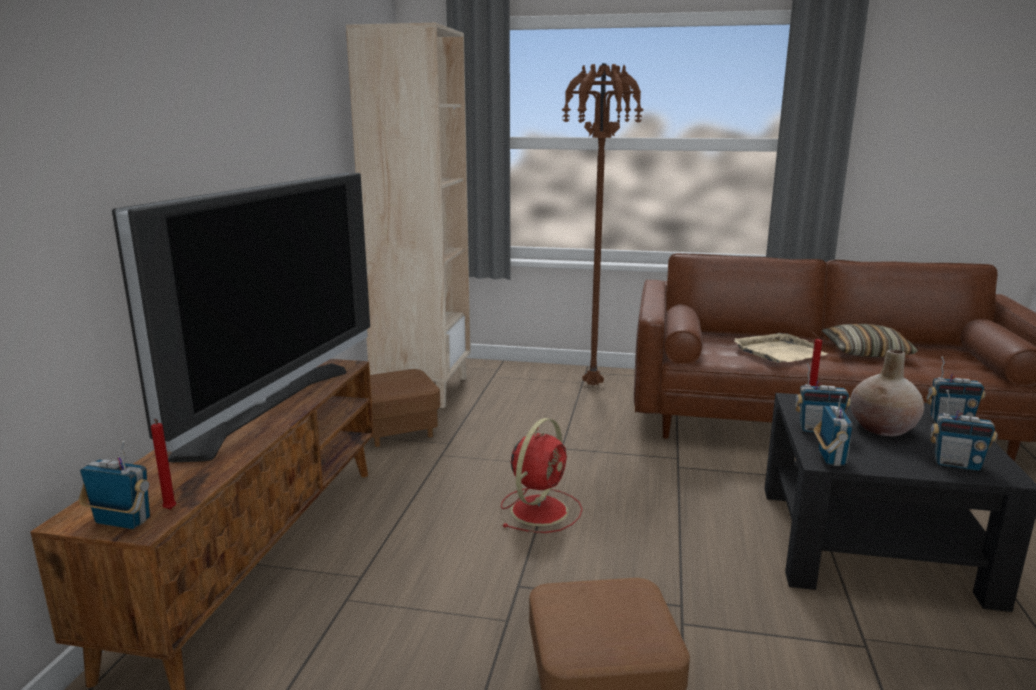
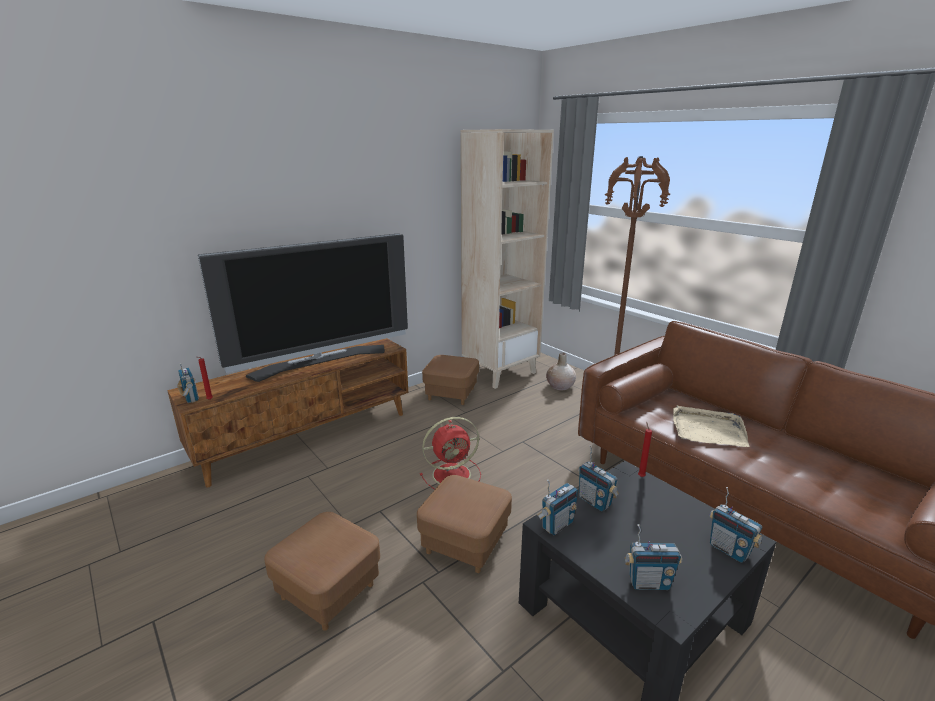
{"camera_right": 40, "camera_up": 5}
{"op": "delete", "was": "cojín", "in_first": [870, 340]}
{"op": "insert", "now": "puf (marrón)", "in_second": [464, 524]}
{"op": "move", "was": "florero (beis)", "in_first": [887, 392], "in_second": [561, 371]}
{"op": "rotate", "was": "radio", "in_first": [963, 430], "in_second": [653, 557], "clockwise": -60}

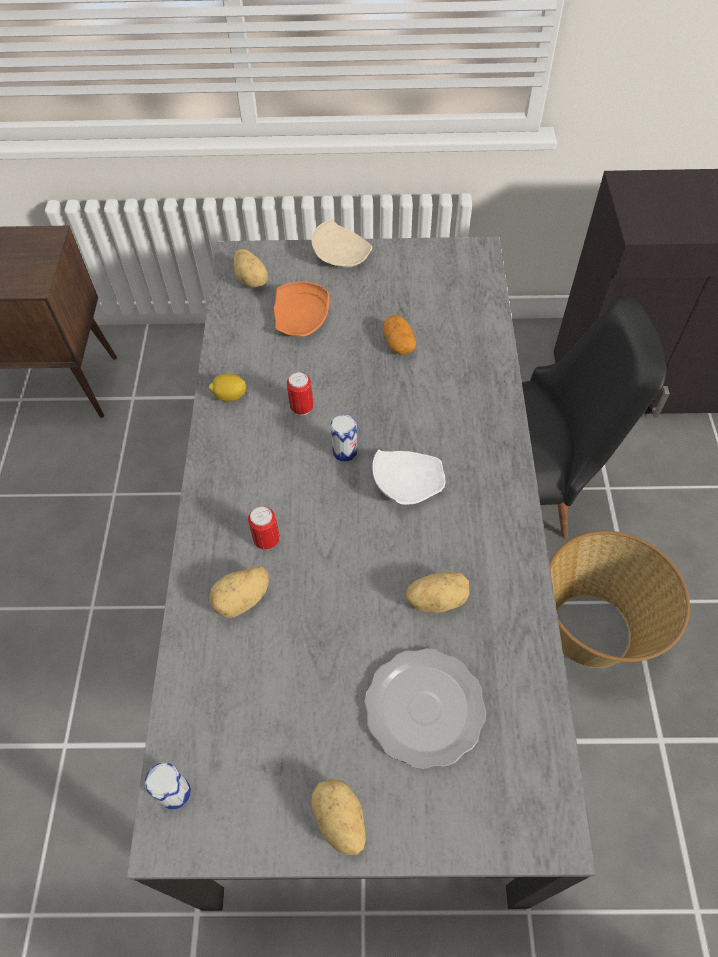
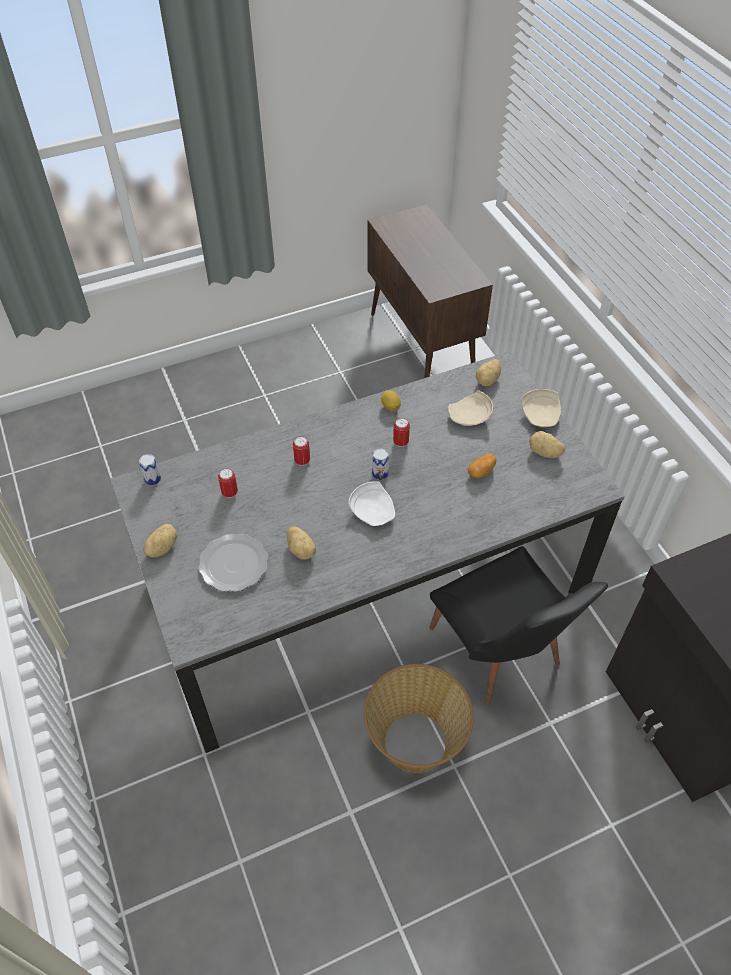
{"camera_right": 65, "camera_up": -5}
{"op": "insert", "now": "lata", "in_second": [228, 483]}
{"op": "move", "was": "patata", "in_first": [239, 592], "in_second": [547, 444]}
{"op": "recolor", "was": "plato (naranja)", "now": "plato (beis)", "in_first": [301, 309], "in_second": [470, 408]}

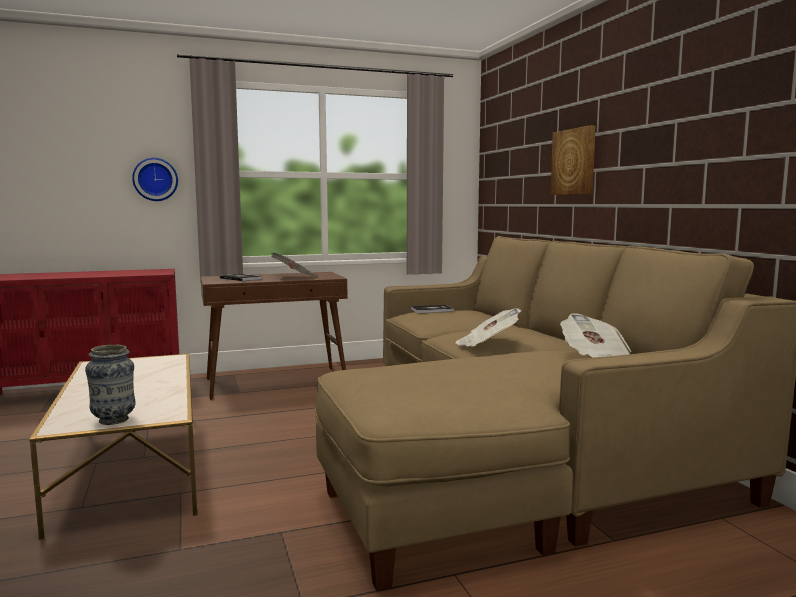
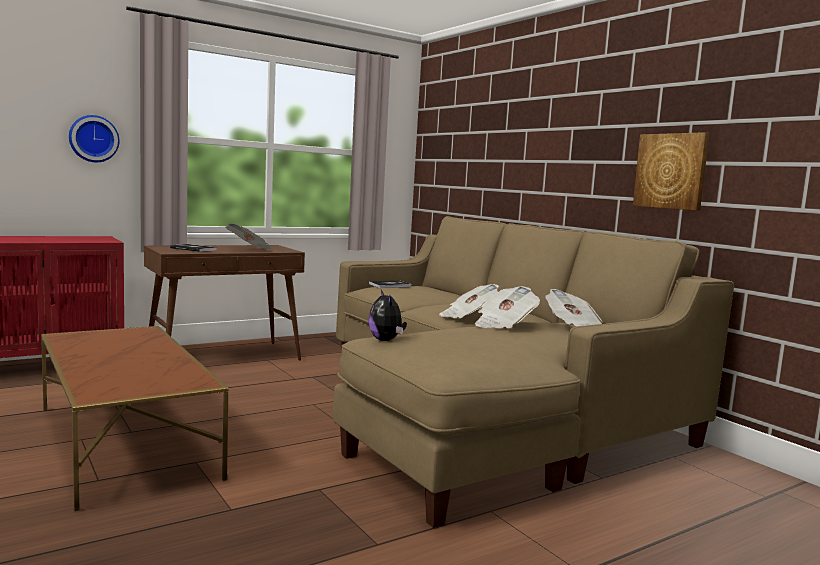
{"camera_right": -15, "camera_up": 0}
{"op": "delete", "was": "florero", "in_first": [110, 385]}
{"op": "insert", "now": "peluche", "in_second": [387, 315]}
{"op": "insert", "now": "periódico", "in_second": [507, 307]}
{"op": "move", "was": "cuadro", "in_first": [573, 160], "in_second": [671, 171]}
{"op": "recolor", "was": "mesa de centro (blanco)", "now": "mesa de centro (marrón)", "in_first": [113, 446], "in_second": [135, 418]}

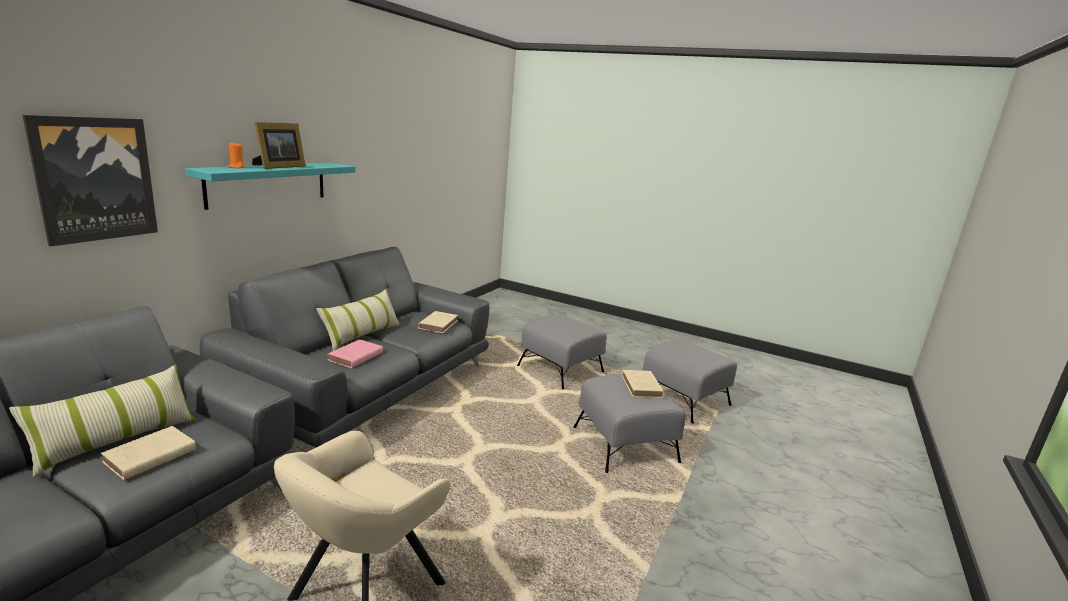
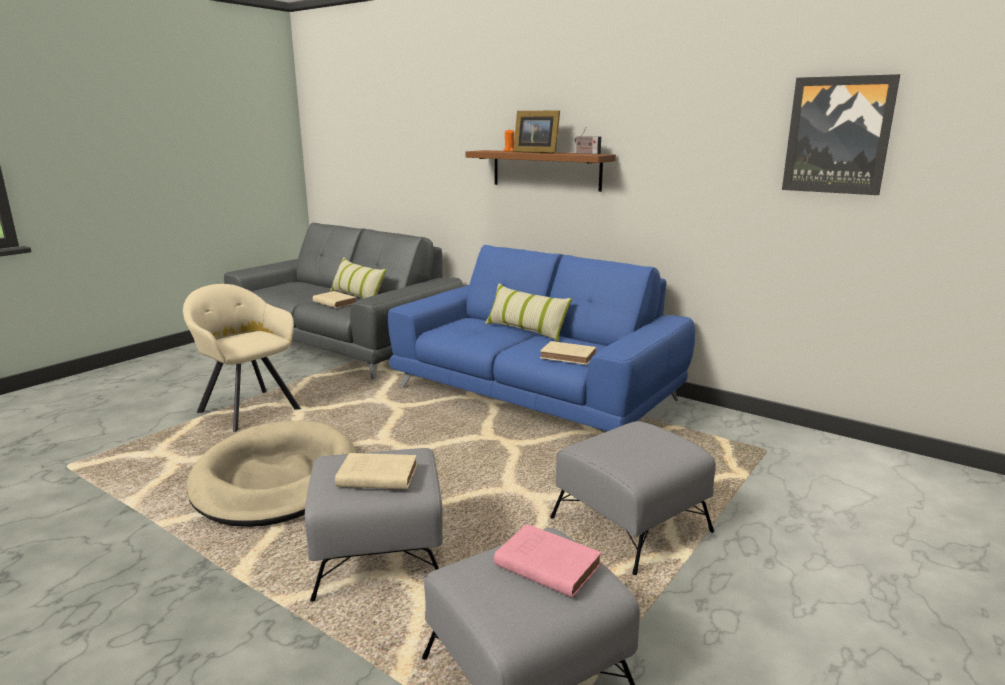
{"camera_right": 100, "camera_up": 0}
{"op": "insert", "now": "cama para perro (beis)", "in_second": [272, 473]}
{"op": "insert", "now": "radio", "in_second": [588, 140]}
{"op": "move", "was": "cuadro", "in_first": [90, 180], "in_second": [841, 134]}
{"op": "move", "was": "libro (rosa)", "in_first": [355, 353], "in_second": [548, 561]}
{"op": "recolor", "was": "estante (turquesa)", "now": "estante (marrón)", "in_first": [270, 186], "in_second": [541, 171]}
{"op": "recolor", "was": "sofá (gris)", "now": "sofá (azul)", "in_first": [344, 347], "in_second": [541, 339]}

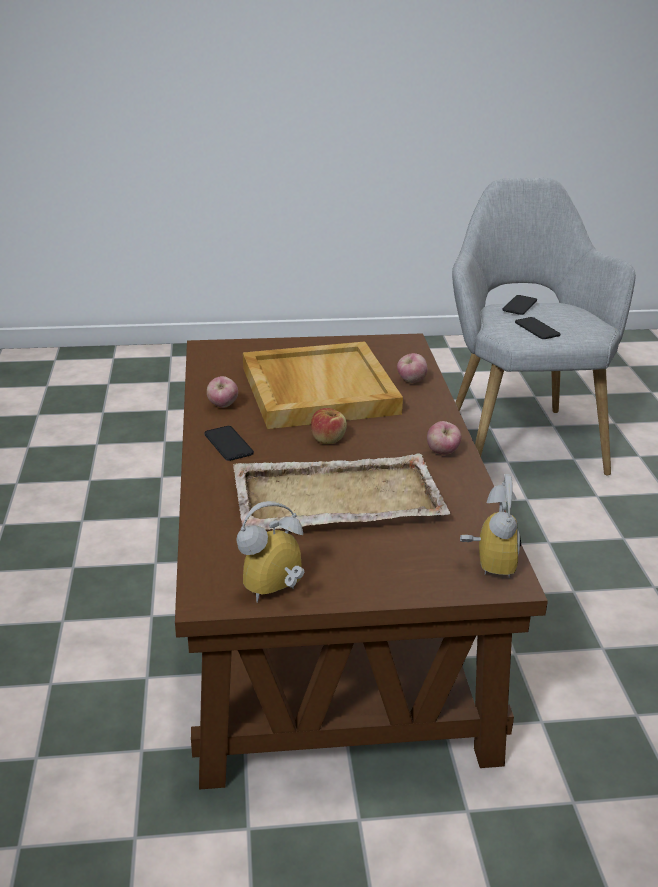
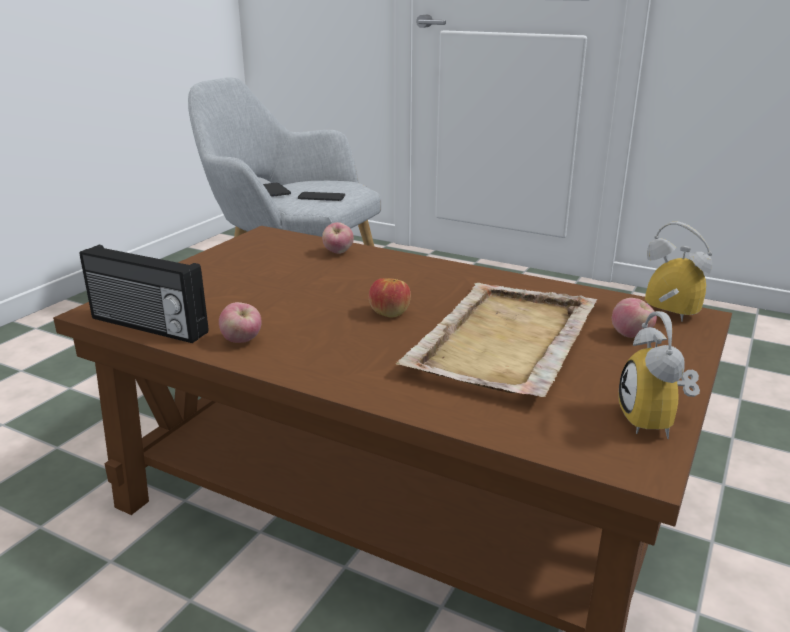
{"camera_right": -55, "camera_up": -5}
{"op": "delete", "was": "móvil", "in_first": [229, 443]}
{"op": "delete", "was": "bandeja (beis)", "in_first": [323, 385]}
{"op": "insert", "now": "radio", "in_second": [144, 294]}
{"op": "move", "was": "manzana", "in_first": [444, 438], "in_second": [634, 318]}

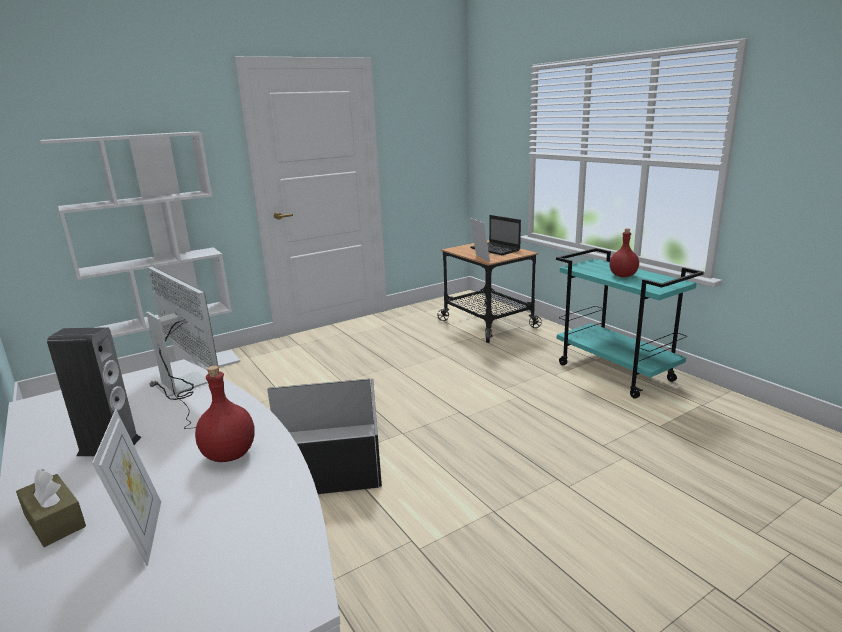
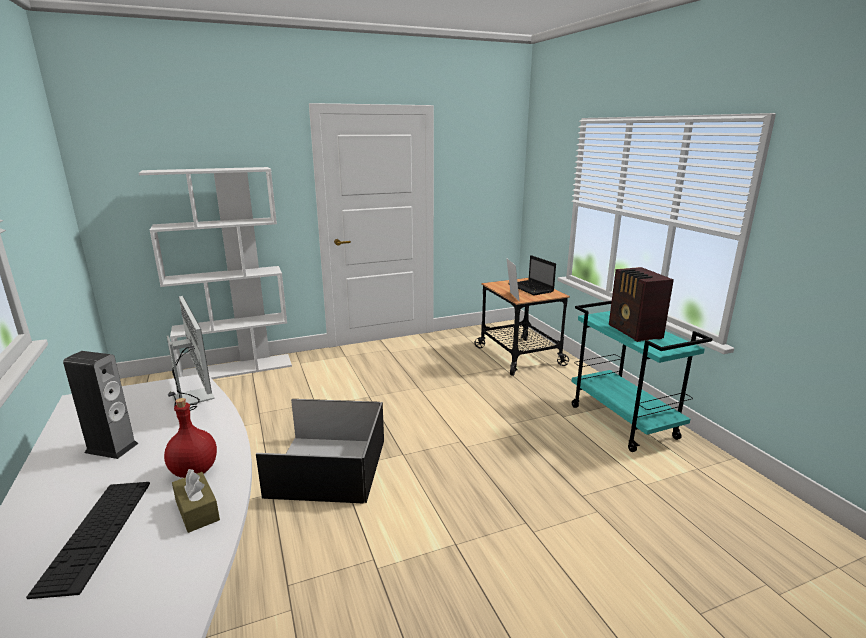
{"camera_right": 10, "camera_up": 0}
{"op": "move", "was": "caja de pañuelos (marrón)", "in_first": [51, 508], "in_second": [196, 501]}
{"op": "replace", "was": "portarretratos", "now": "teclado", "in_first": [126, 487], "in_second": [88, 540]}
{"op": "replace", "was": "botella (rojo)", "now": "radio", "in_first": [624, 253], "in_second": [641, 304]}

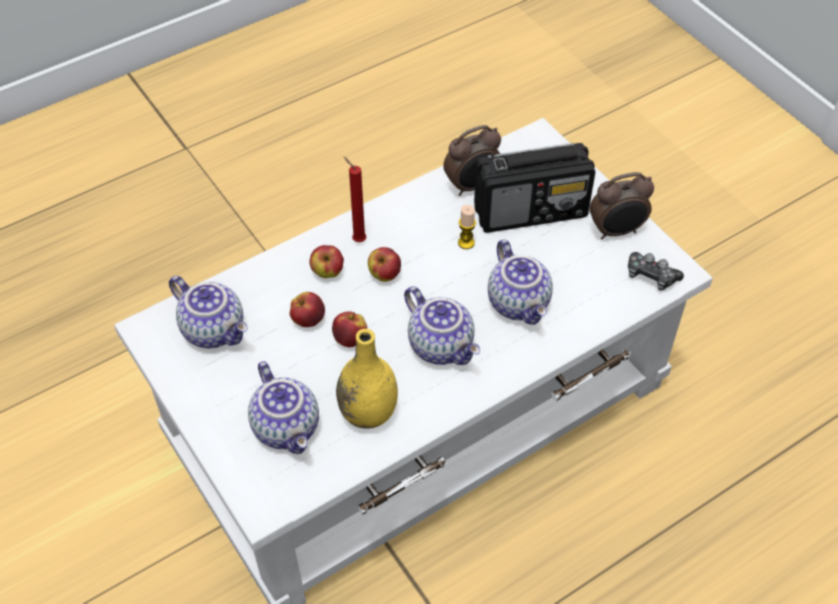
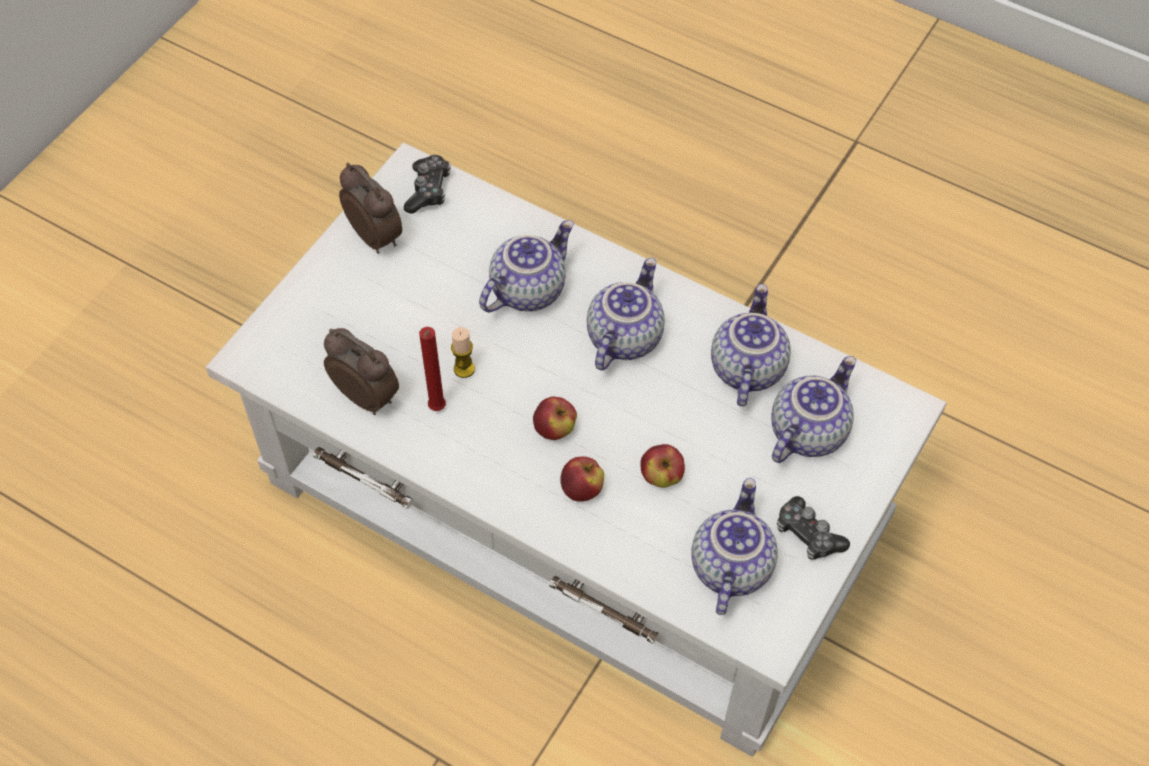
{"camera_right": -115, "camera_up": 5}
{"op": "delete", "was": "manzana", "in_first": [349, 329]}
{"op": "delete", "was": "radio", "in_first": [534, 188]}
{"op": "insert", "now": "mando de consola", "in_second": [813, 528]}
{"op": "move", "was": "vela (rojo)", "in_first": [355, 199], "in_second": [432, 369]}
{"op": "replace", "was": "florero (amarillo)", "now": "tetera", "in_first": [367, 379], "in_second": [751, 345]}

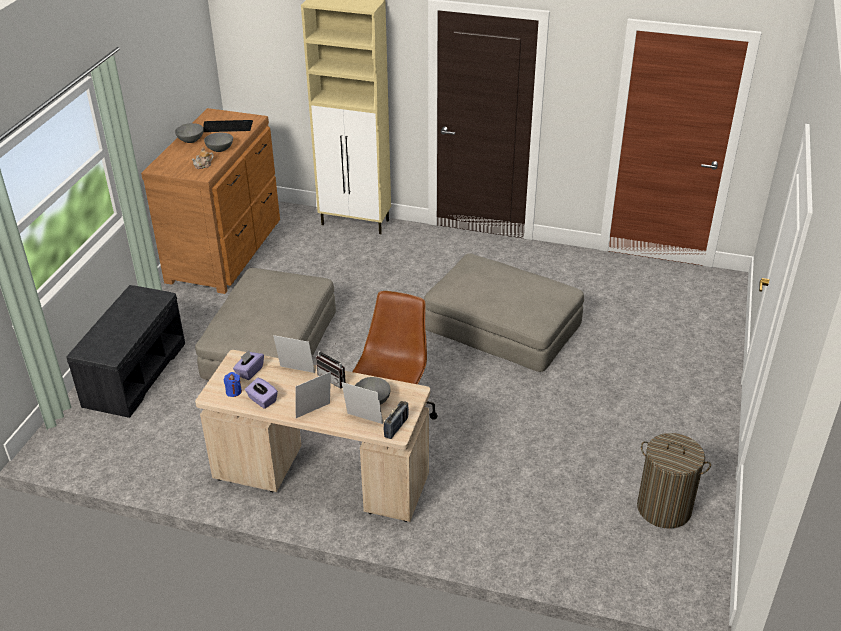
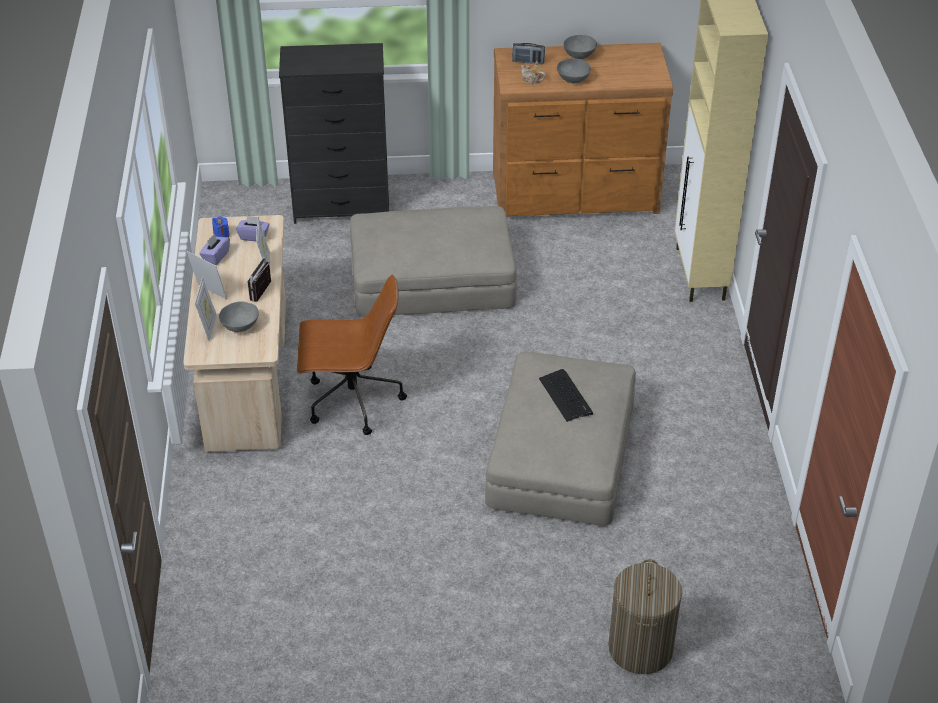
{"camera_right": 70, "camera_up": 5}
{"op": "move", "was": "teclado", "in_first": [228, 126], "in_second": [566, 395]}
{"op": "move", "was": "radio", "in_first": [396, 420], "in_second": [528, 53]}
{"op": "move", "was": "cesto de la ropa", "in_first": [674, 481], "in_second": [645, 616]}
{"op": "replace", "was": "banco (gris)", "now": "cómoda (negro)", "in_first": [126, 351], "in_second": [334, 133]}

